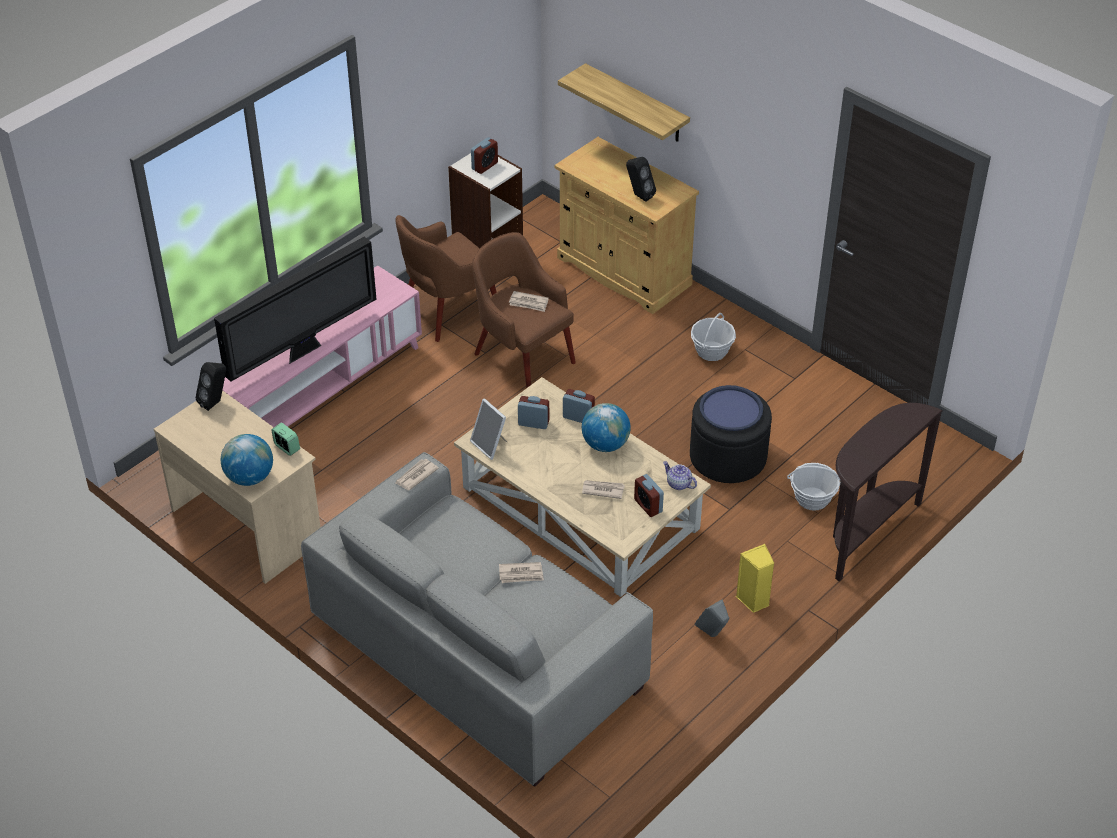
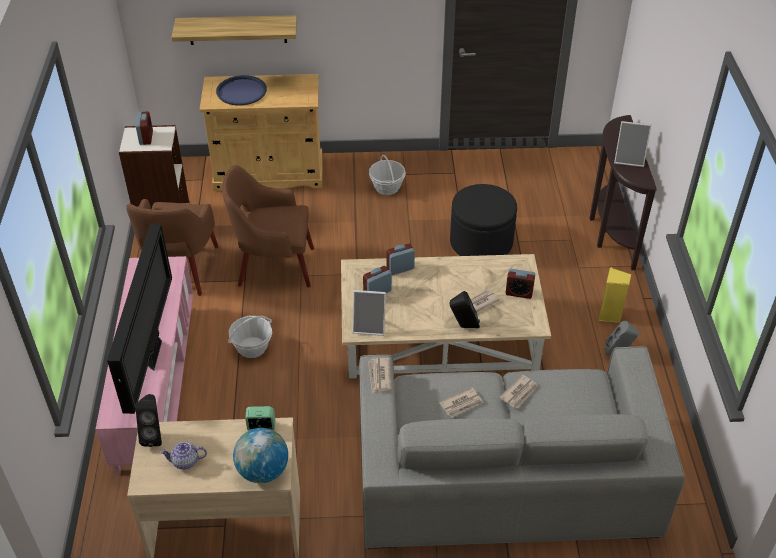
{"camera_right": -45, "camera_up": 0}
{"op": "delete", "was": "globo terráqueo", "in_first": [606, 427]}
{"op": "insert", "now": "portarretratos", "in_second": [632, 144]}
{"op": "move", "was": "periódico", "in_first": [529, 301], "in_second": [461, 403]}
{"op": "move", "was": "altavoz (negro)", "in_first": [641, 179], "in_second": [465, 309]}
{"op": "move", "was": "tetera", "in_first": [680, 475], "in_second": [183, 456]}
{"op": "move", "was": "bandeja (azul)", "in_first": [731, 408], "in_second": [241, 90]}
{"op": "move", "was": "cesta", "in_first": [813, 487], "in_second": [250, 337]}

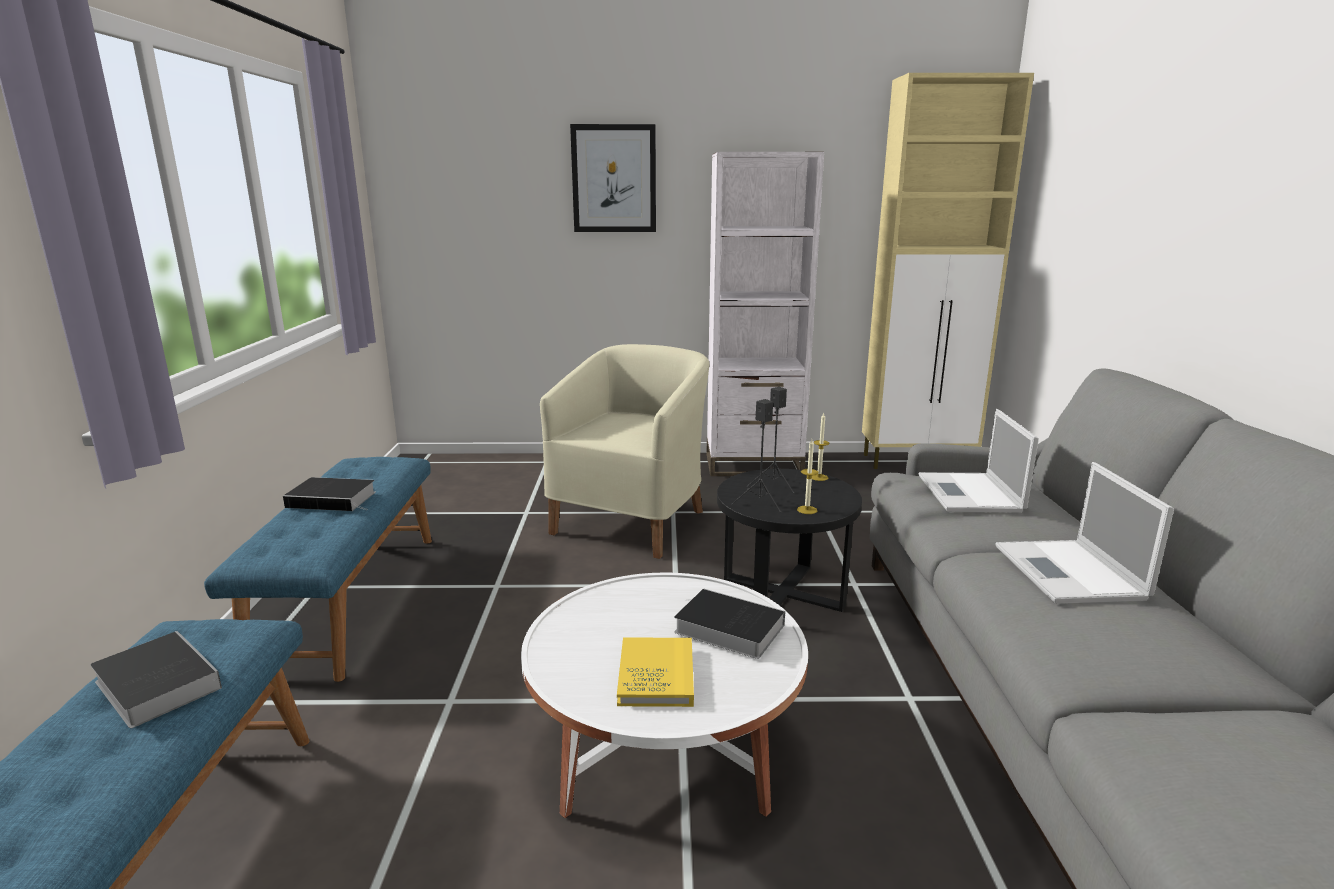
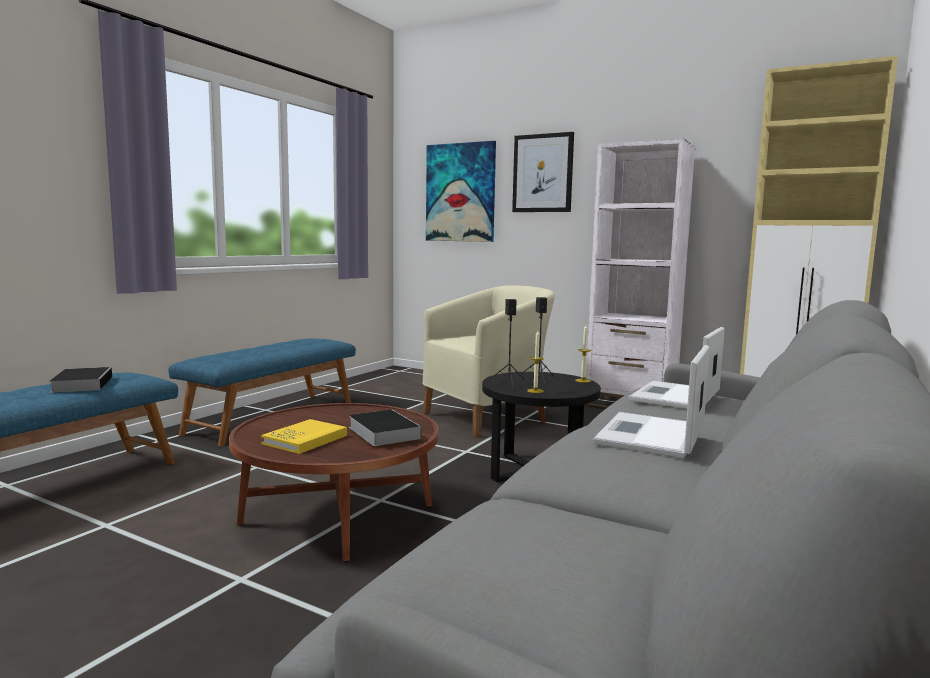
{"camera_right": 30, "camera_up": -10}
{"op": "delete", "was": "libro", "in_first": [329, 494]}
{"op": "insert", "now": "cuadro", "in_second": [461, 191]}
{"op": "recolor", "was": "mesa de centro (blanco)", "now": "mesa de centro (marrón)", "in_first": [664, 695], "in_second": [334, 482]}

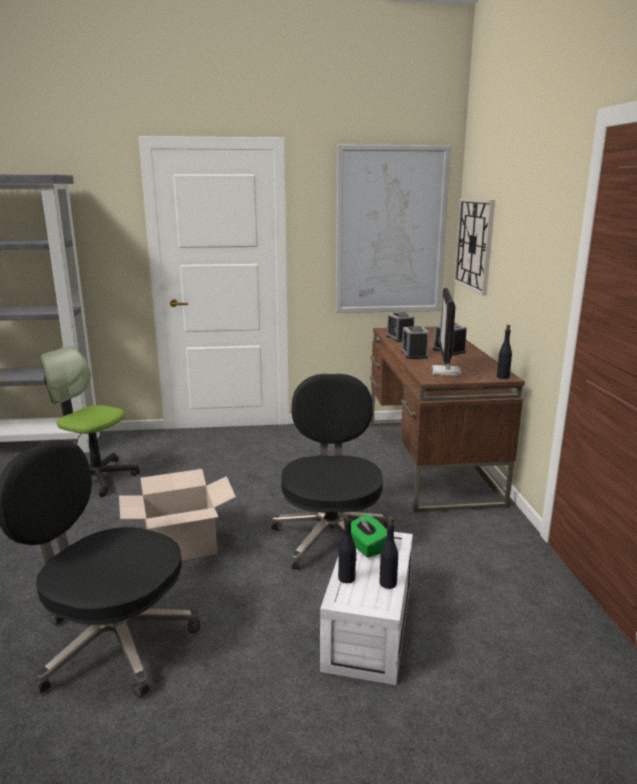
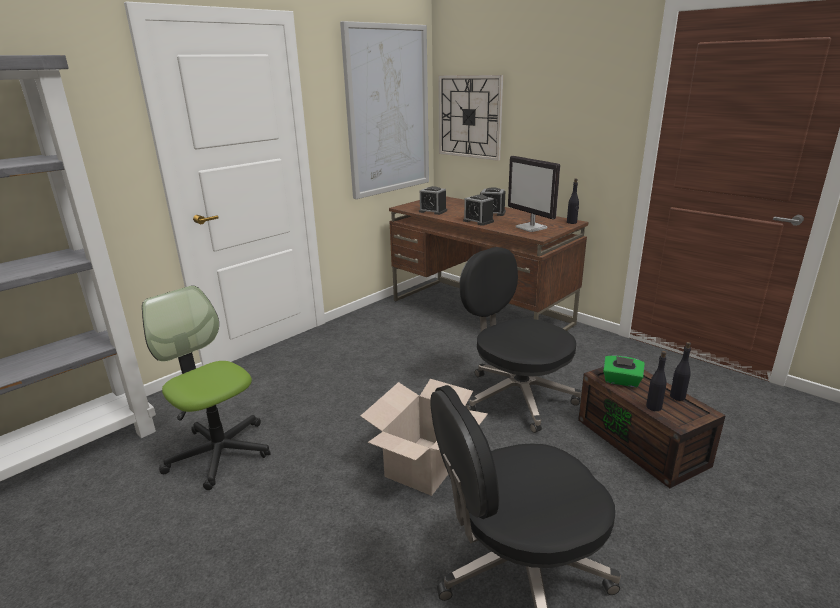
{"camera_right": -40, "camera_up": 5}
{"op": "recolor", "was": "caja de almacenaje (blanco)", "now": "caja de almacenaje (marrón)", "in_first": [366, 608], "in_second": [652, 427]}
{"op": "rotate", "was": "silla de oficina", "in_first": [90, 421], "in_second": [206, 388], "clockwise": 60}

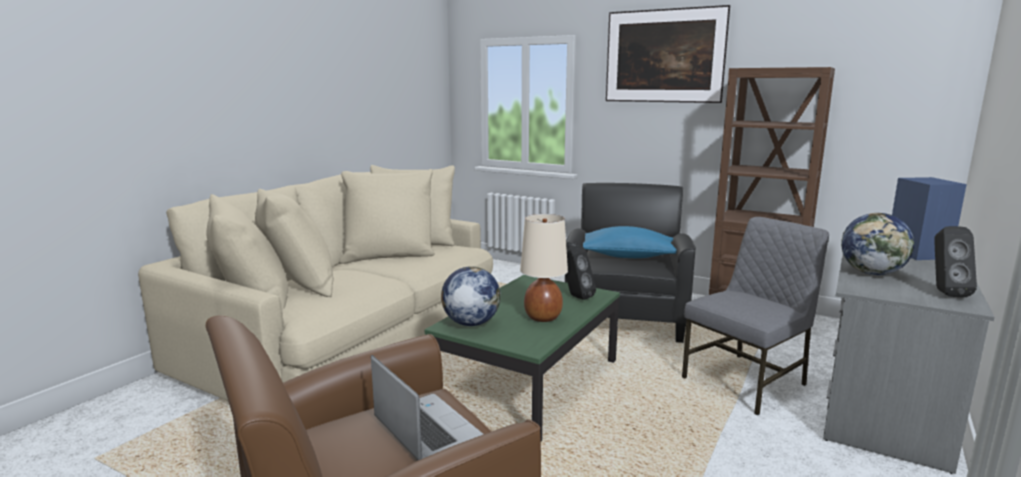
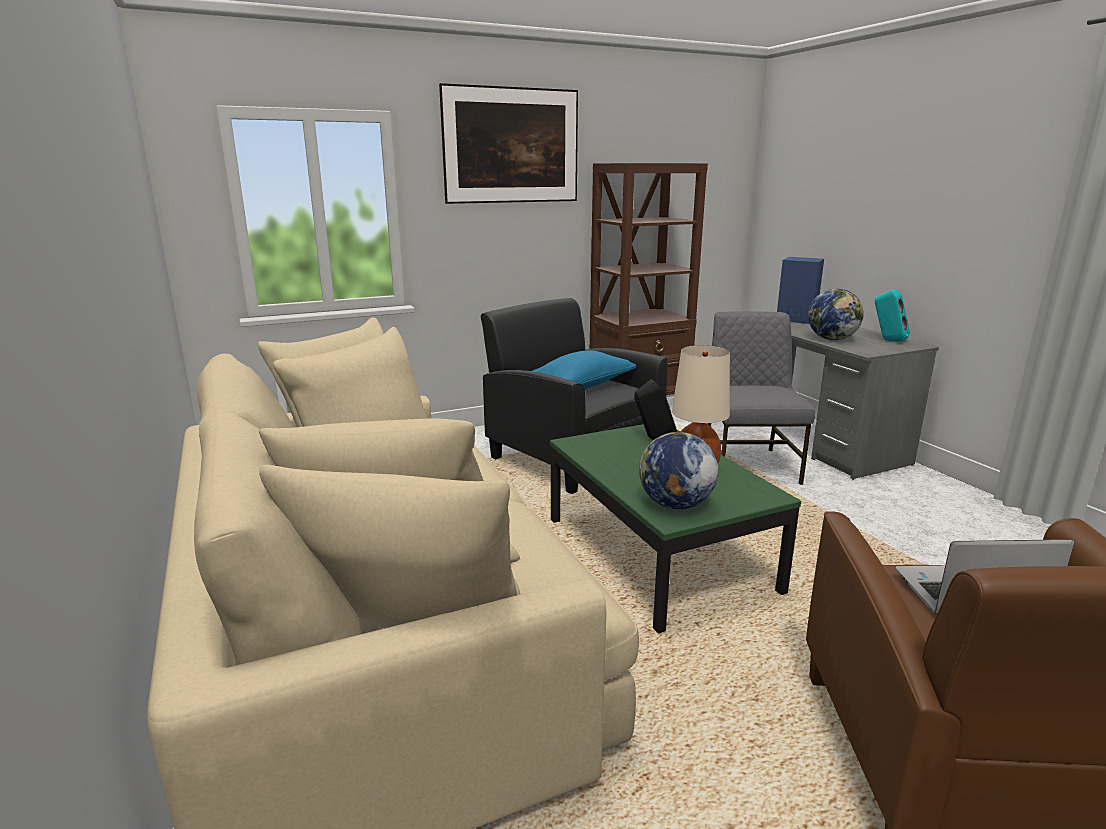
{"camera_right": -55, "camera_up": 5}
{"op": "recolor", "was": "altavoz (negro)", "now": "altavoz (turquesa)", "in_first": [955, 261], "in_second": [892, 315]}

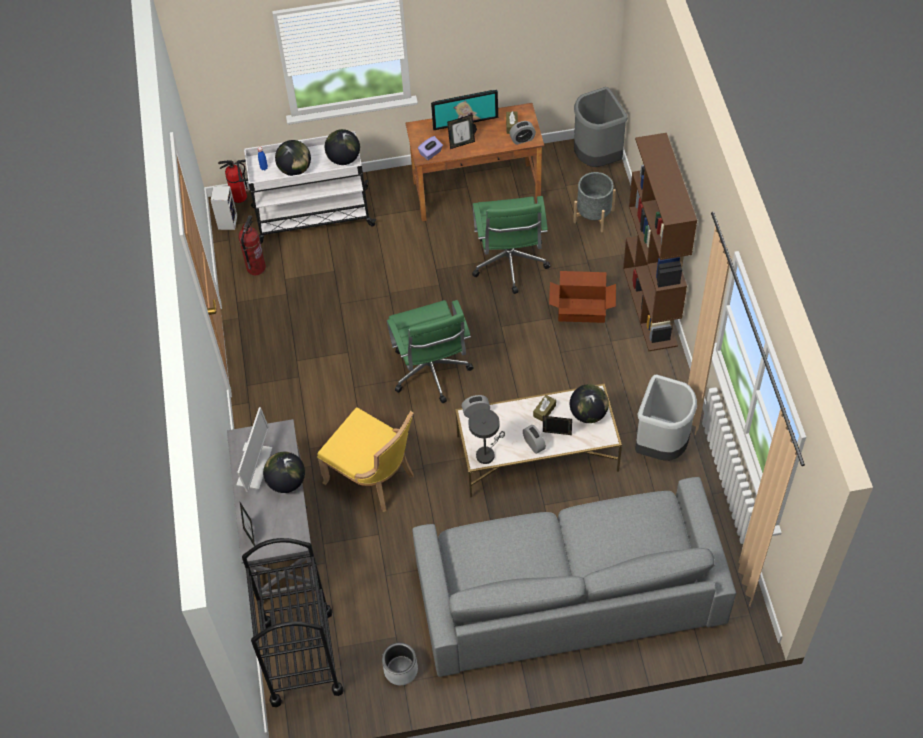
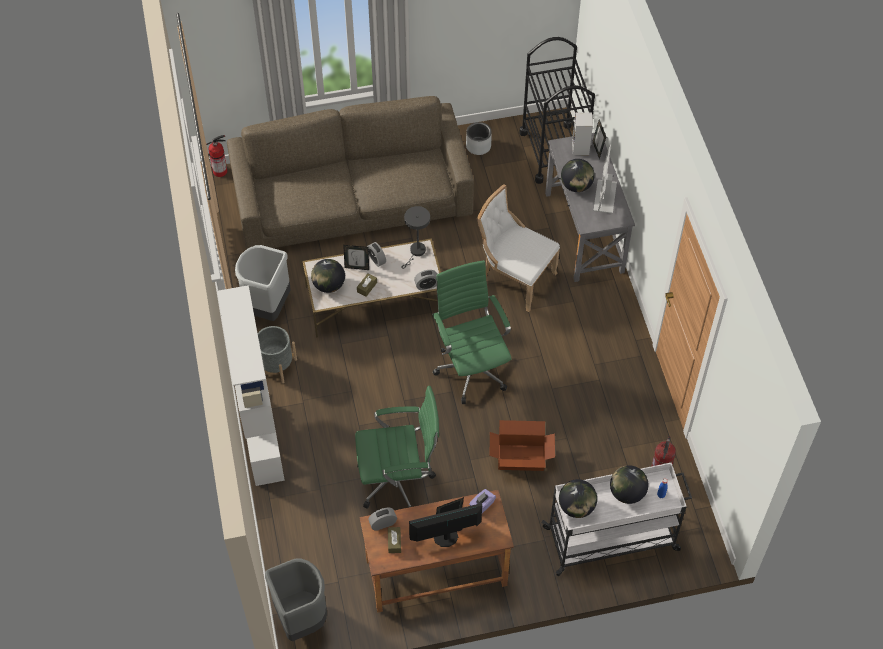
{"camera_right": 175, "camera_up": 0}
{"op": "move", "was": "altavoz", "in_first": [224, 208], "in_second": [582, 133]}
{"op": "move", "was": "extintor", "in_first": [233, 182], "in_second": [216, 156]}
{"op": "move", "was": "caja de cartón", "in_first": [582, 297], "in_second": [522, 445]}
{"op": "move", "was": "maceta (gris)", "in_first": [594, 202], "in_second": [277, 354]}
{"op": "recolor", "was": "silla (amarillo)", "now": "silla (blanco)", "in_first": [365, 459], "in_second": [518, 248]}
{"op": "recolor", "was": "sofá (gris)", "now": "sofá (marrón)", "in_first": [574, 577], "in_second": [350, 173]}
{"op": "recolor", "was": "estantería (marrón)", "now": "estantería (blanco)", "in_first": [660, 242], "in_second": [251, 385]}
{"op": "rotate", "was": "silla de oficina (verde)", "in_first": [511, 245], "in_second": [397, 447], "clockwise": 90}

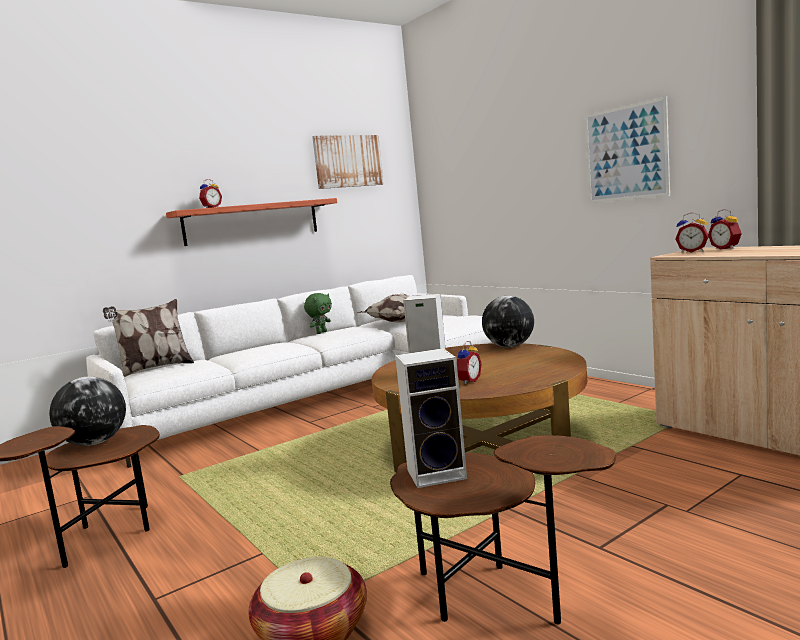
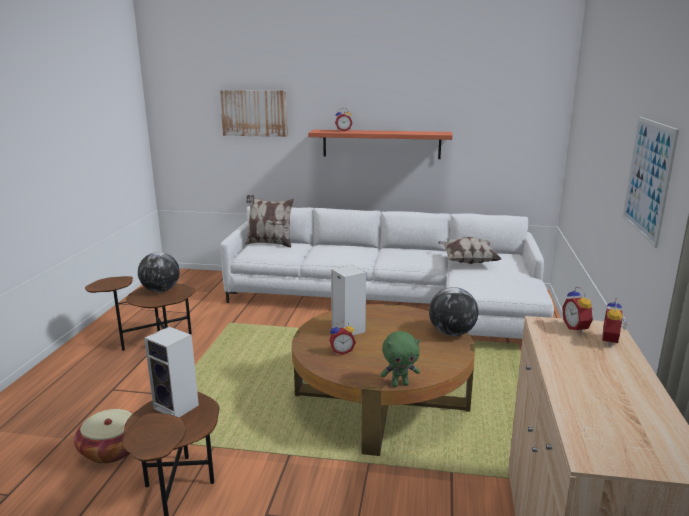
{"camera_right": 45, "camera_up": 10}
{"op": "move", "was": "peluche (verde)", "in_first": [318, 313], "in_second": [400, 359]}
{"op": "move", "was": "cuadro", "in_first": [348, 162], "in_second": [254, 113]}

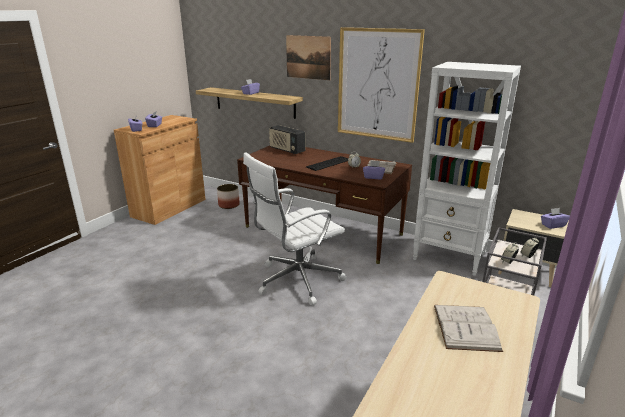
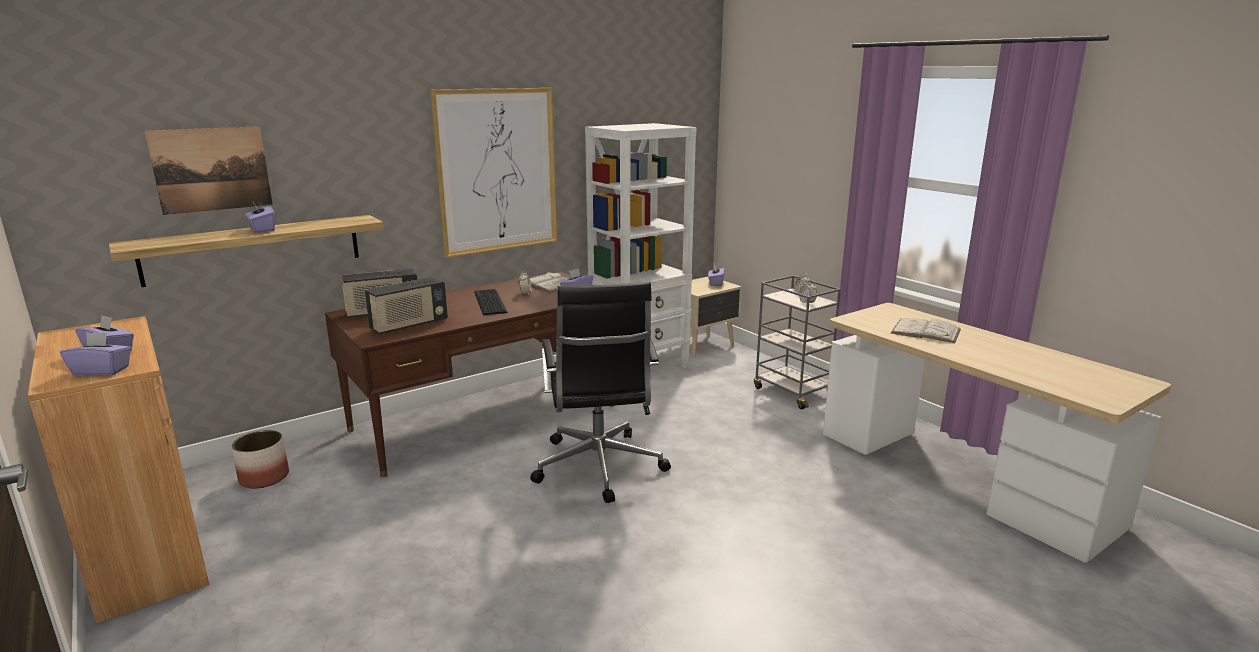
{"camera_right": -65, "camera_up": -5}
{"op": "insert", "now": "radio", "in_second": [406, 305]}
{"op": "move", "was": "cuadro", "in_first": [308, 57], "in_second": [209, 170]}
{"op": "recolor", "was": "silla de oficina (blanco)", "now": "silla de oficina (negro)", "in_first": [295, 229], "in_second": [600, 392]}

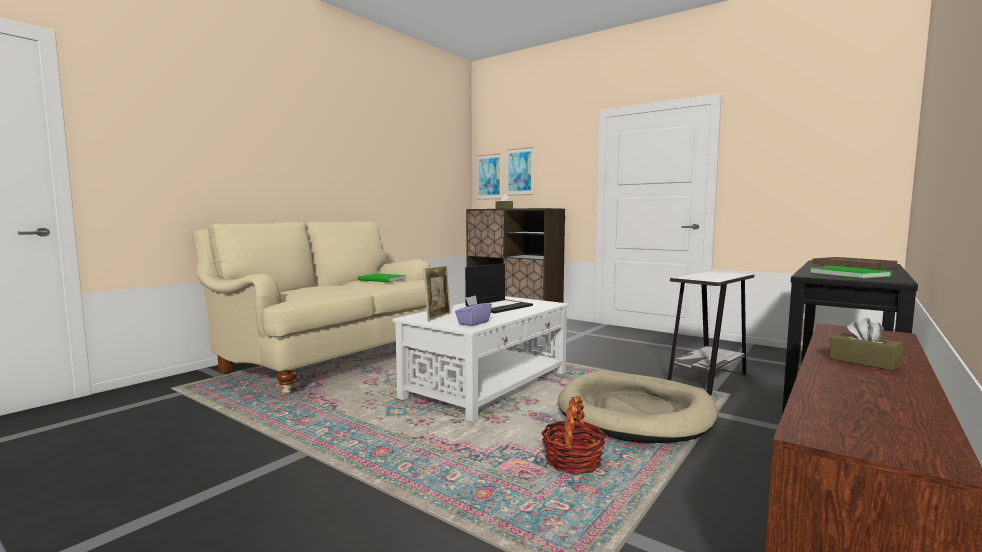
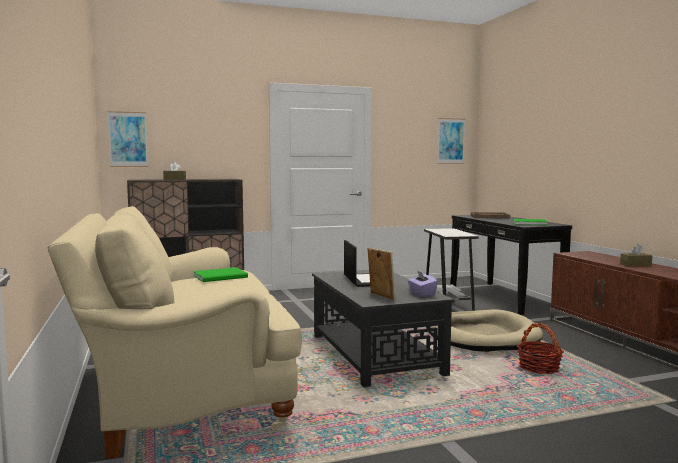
{"camera_right": -55, "camera_up": 0}
{"op": "move", "was": "cuadro", "in_first": [520, 171], "in_second": [451, 141]}
{"op": "recolor", "was": "mesa de centro (blanco)", "now": "mesa de centro (negro)", "in_first": [480, 359], "in_second": [383, 328]}

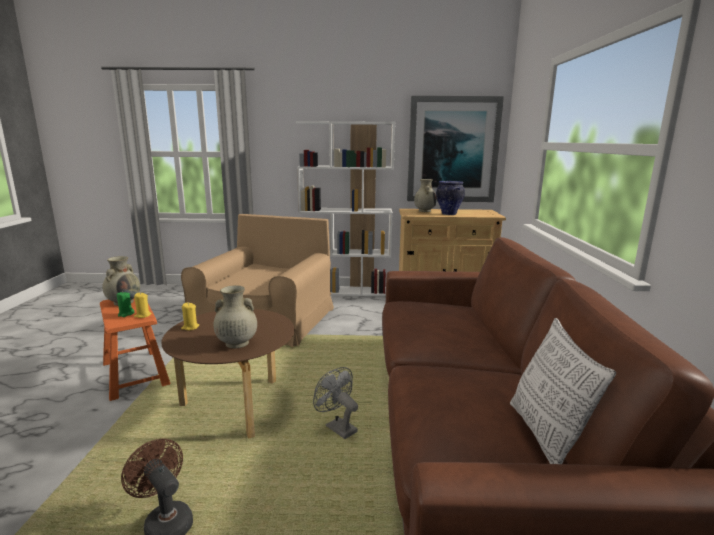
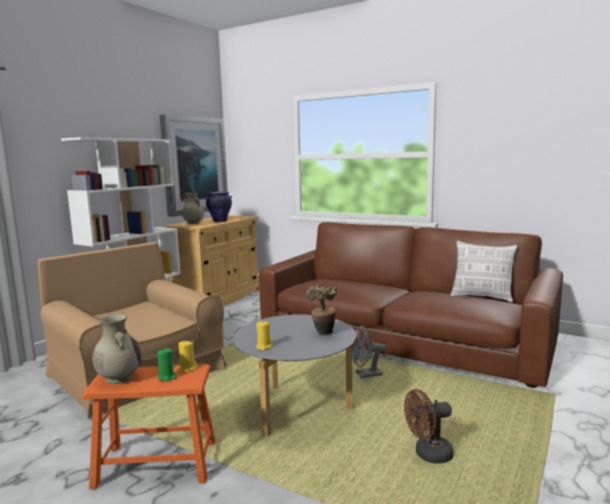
{"camera_right": -60, "camera_up": -5}
{"op": "replace", "was": "florero (beis)", "now": "planta en maceta", "in_first": [235, 316], "in_second": [322, 309]}
{"op": "recolor", "was": "mesa de centro (marrón)", "now": "mesa de centro (gris)", "in_first": [227, 374], "in_second": [294, 376]}

